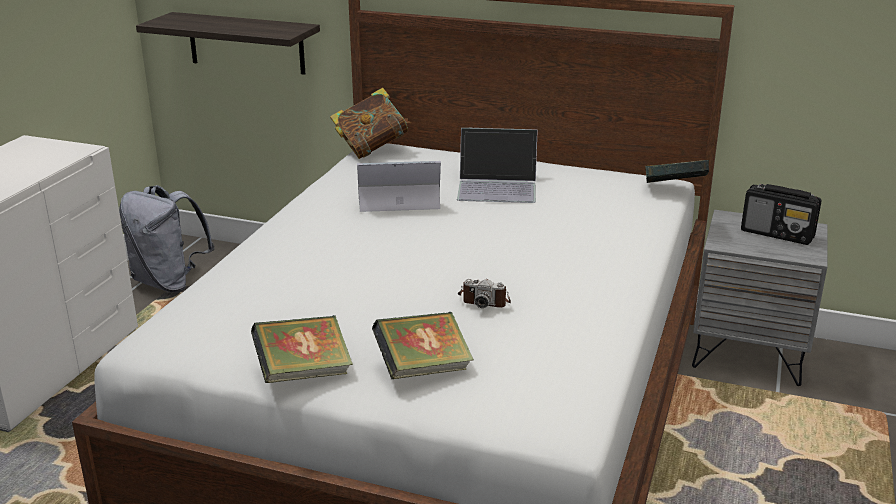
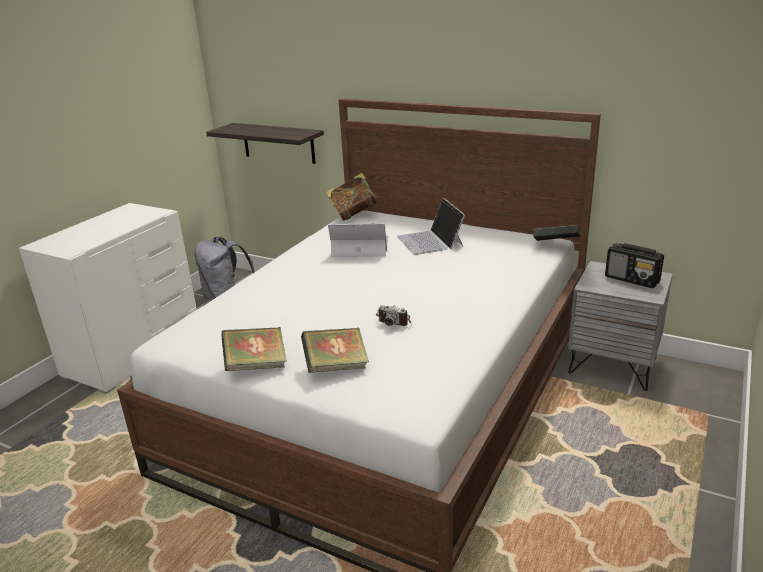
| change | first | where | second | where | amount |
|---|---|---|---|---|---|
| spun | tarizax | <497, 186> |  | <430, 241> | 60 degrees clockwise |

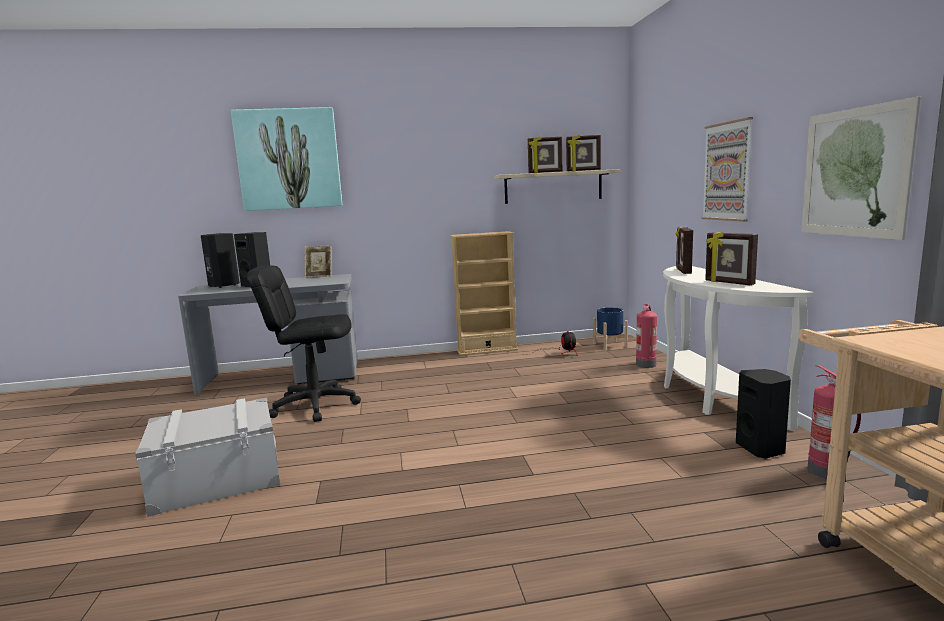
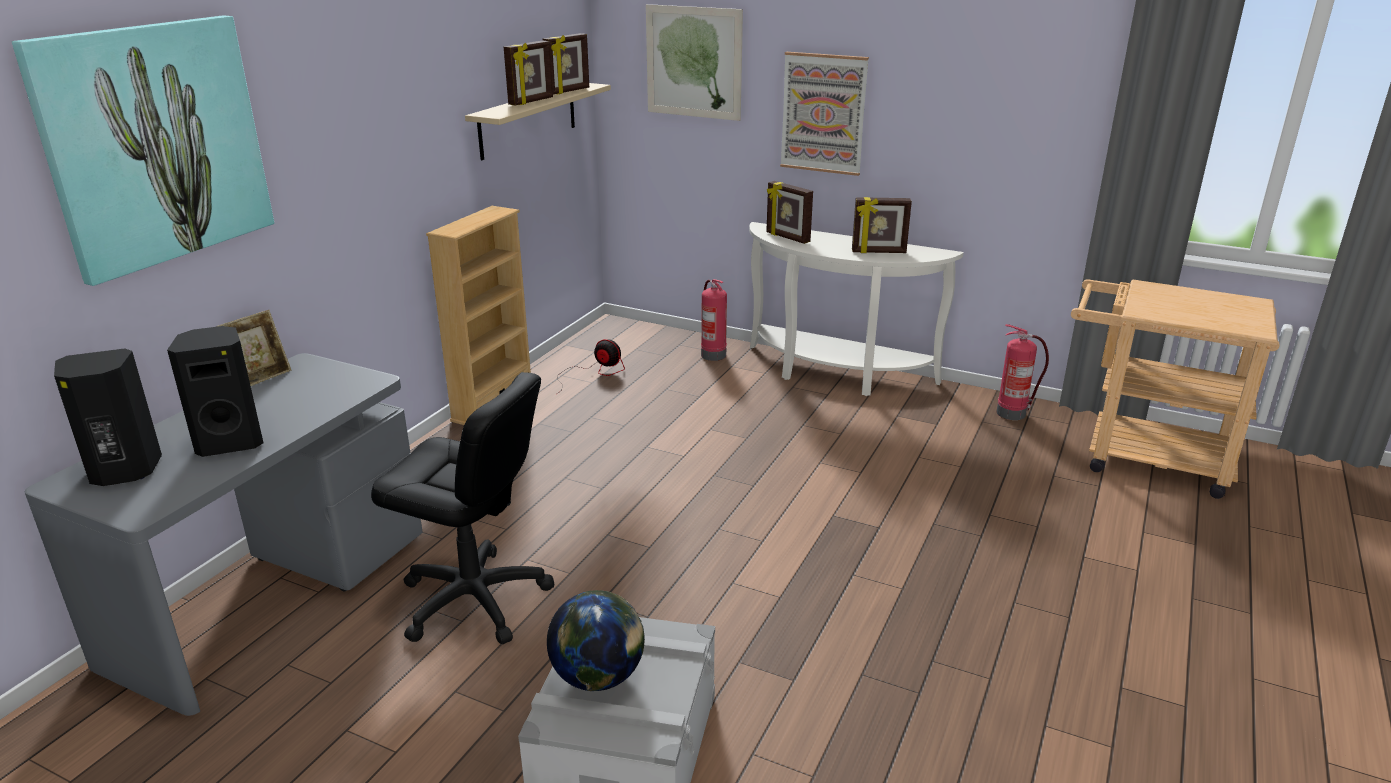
| change | first | where | second | where | amount |
|---|---|---|---|---|---|
| relocated | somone | <854, 173> |  | <693, 62> |  |
| spun | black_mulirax | <315, 405> |  | <474, 600> | 105 degrees counterclockwise |
| missing | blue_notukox | <610, 345> |  |  |  |
| missing | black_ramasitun | <761, 449> |  |  |  |
| appeared |  |  | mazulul | <598, 677> |  |

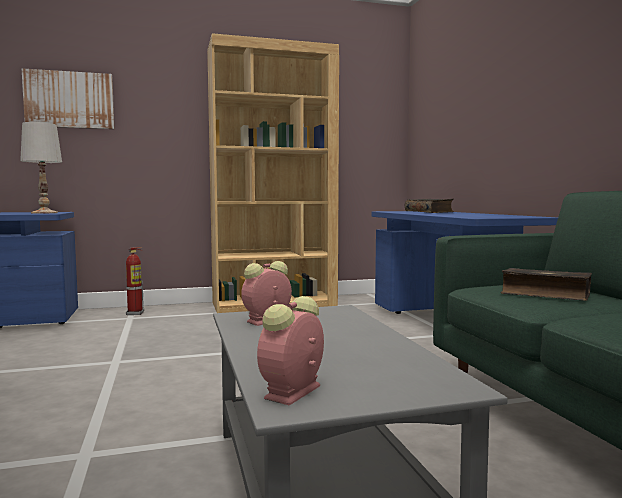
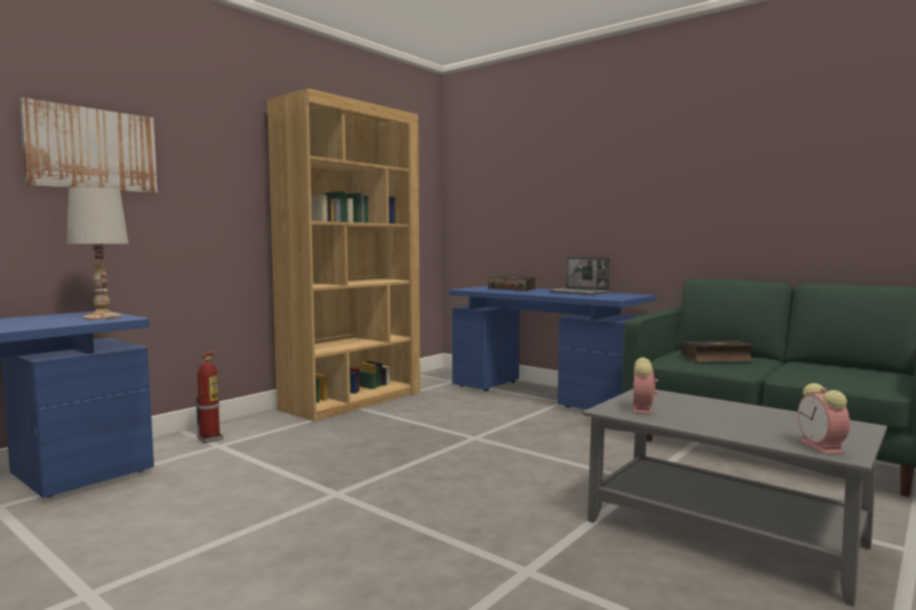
| change | first | where | second | where | amount |
|---|---|---|---|---|---|
| appeared |  |  | tarizax | <579, 292> |  |

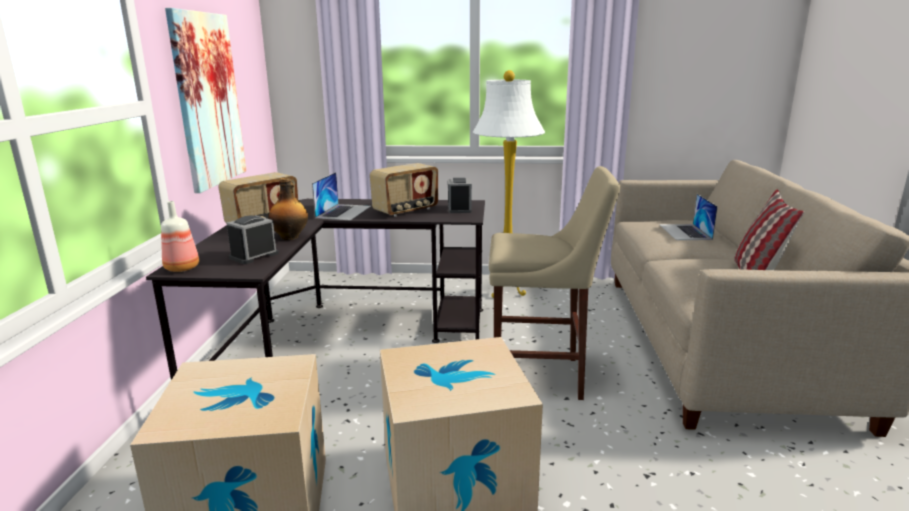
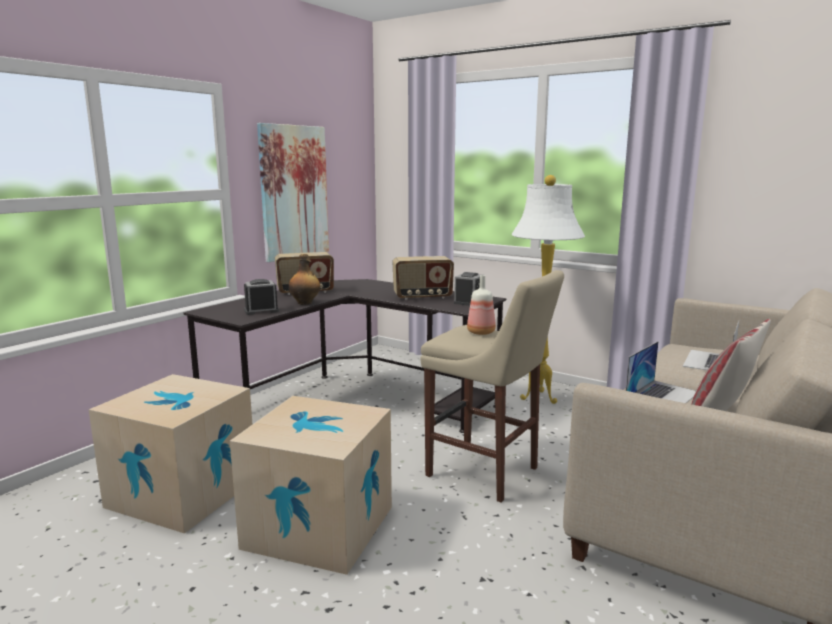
| change | first | where | second | where | amount |
|---|---|---|---|---|---|
| relocated | tarizax | <343, 212> |  | <662, 395> |  |
| relocated | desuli | <181, 268> |  | <480, 332> |  |

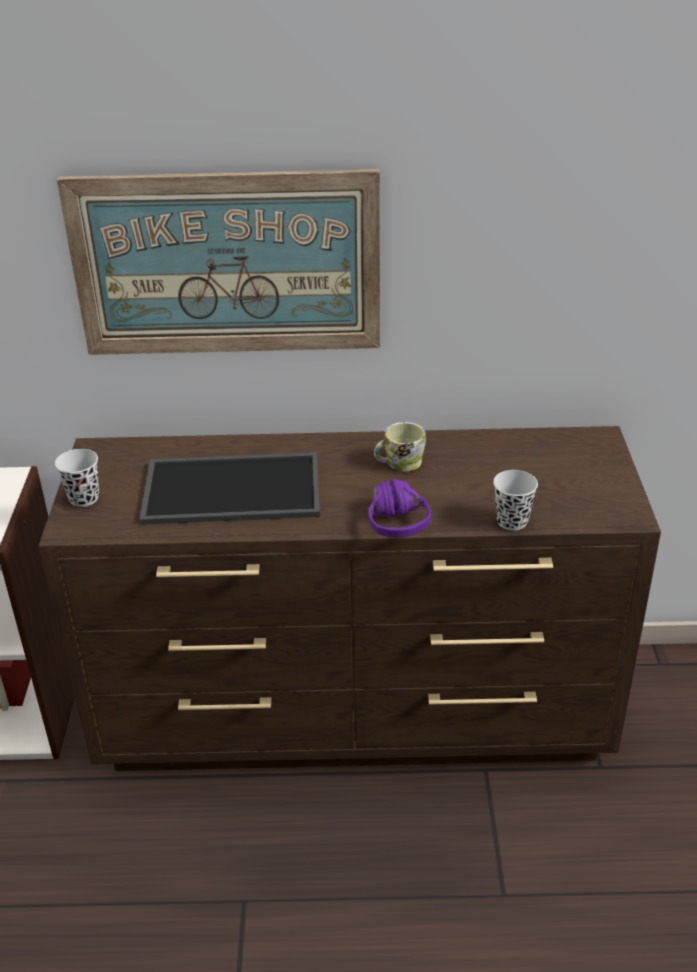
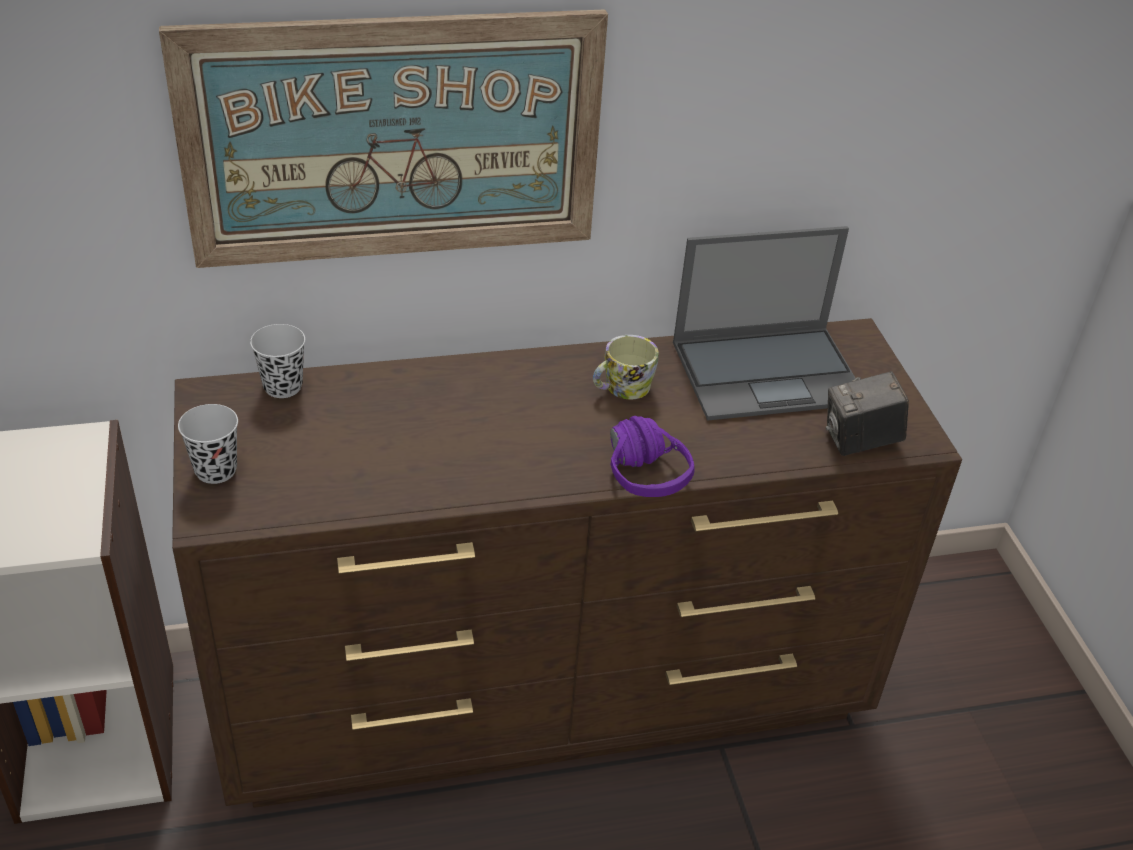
| change | first | where | second | where | amount |
|---|---|---|---|---|---|
| missing | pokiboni | <234, 487> |  |  |  |
| relocated | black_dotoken | <512, 521> |  | <283, 386> |  |
| appeared |  |  | tarizax | <769, 372> |  |
| appeared |  |  | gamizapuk | <859, 442> |  |

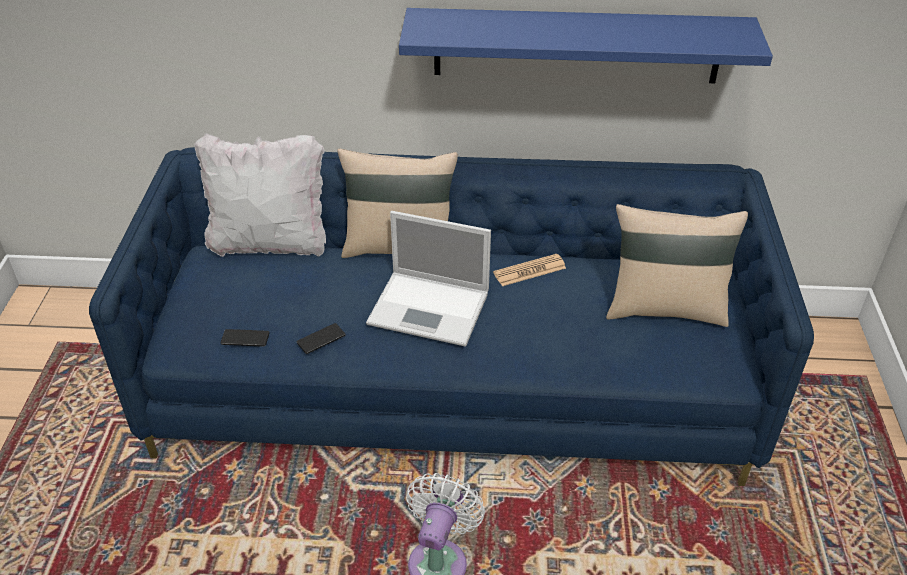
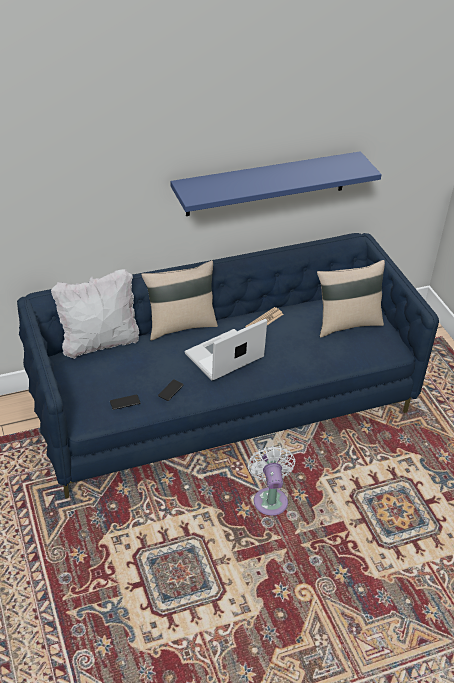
| change | first | where | second | where | amount |
|---|---|---|---|---|---|
| spun | tarizax | <431, 308> |  | <223, 356> | 150 degrees clockwise |

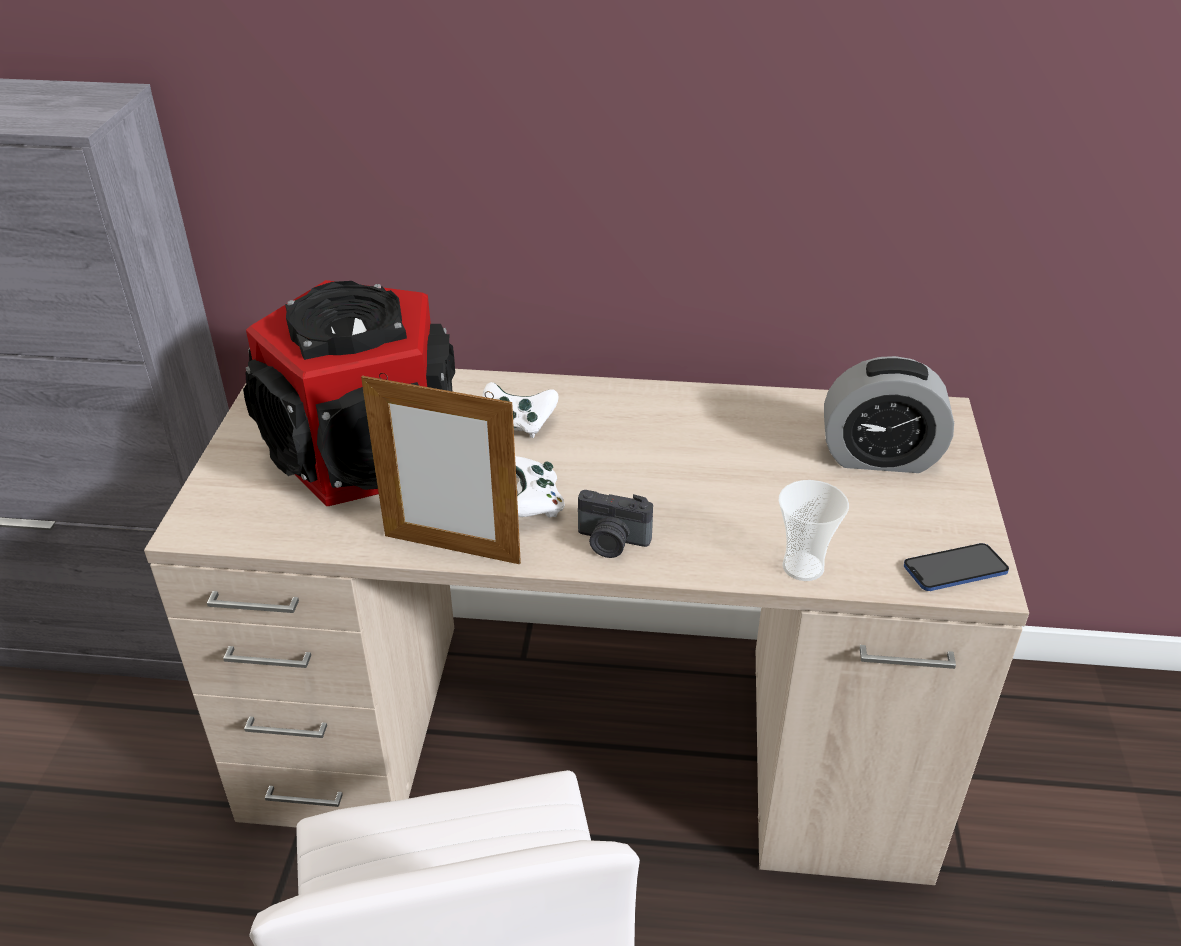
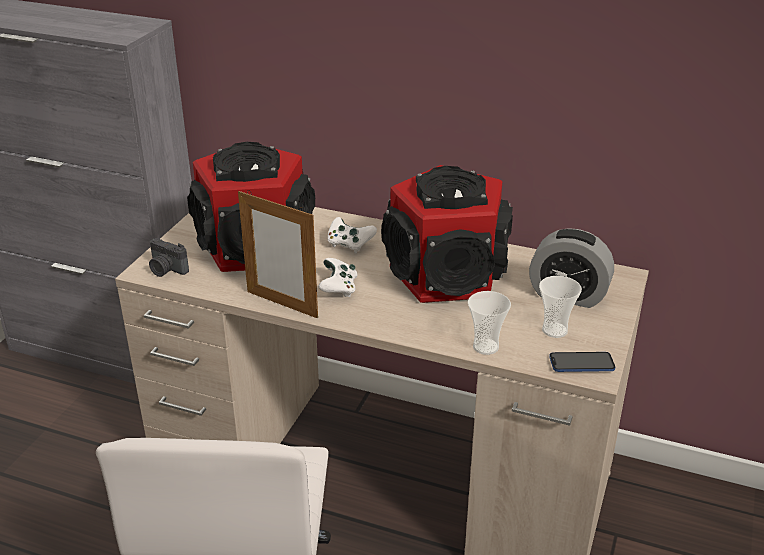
| change | first | where | second | where | amount |
|---|---|---|---|---|---|
| relocated | gamizapuk | <611, 542> |  | <166, 270> |  |
| appeared |  |  | ramasitun | <447, 274> |  |
| appeared |  |  | dotoken | <554, 330> |  |

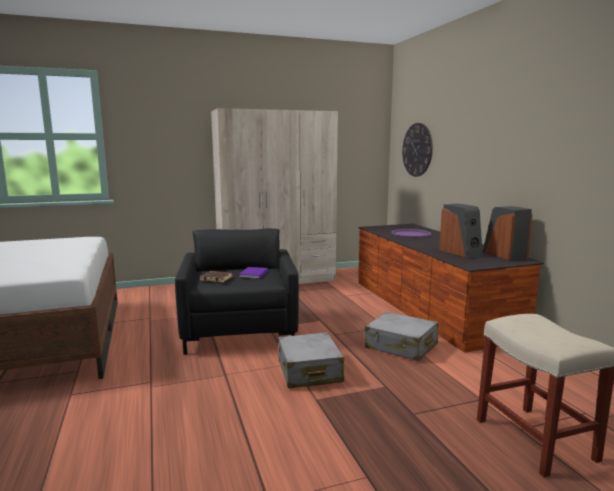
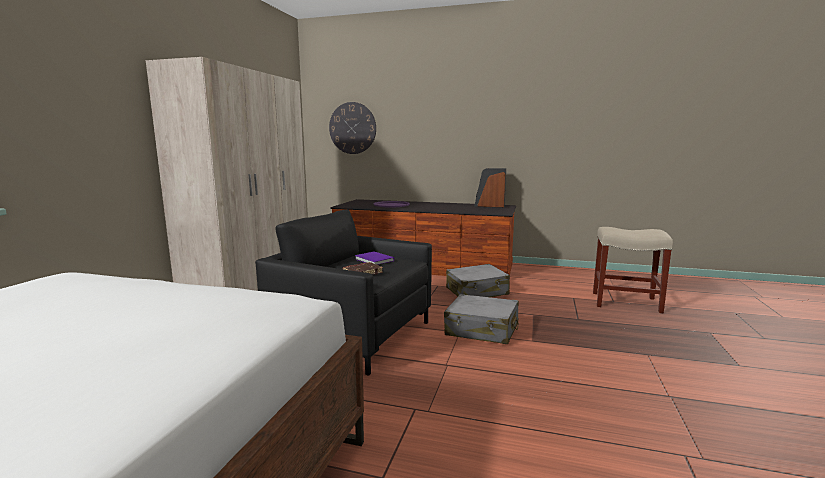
| change | first | where | second | where | amount |
|---|---|---|---|---|---|
| missing | ramasitun | <460, 253> |  |  |  |

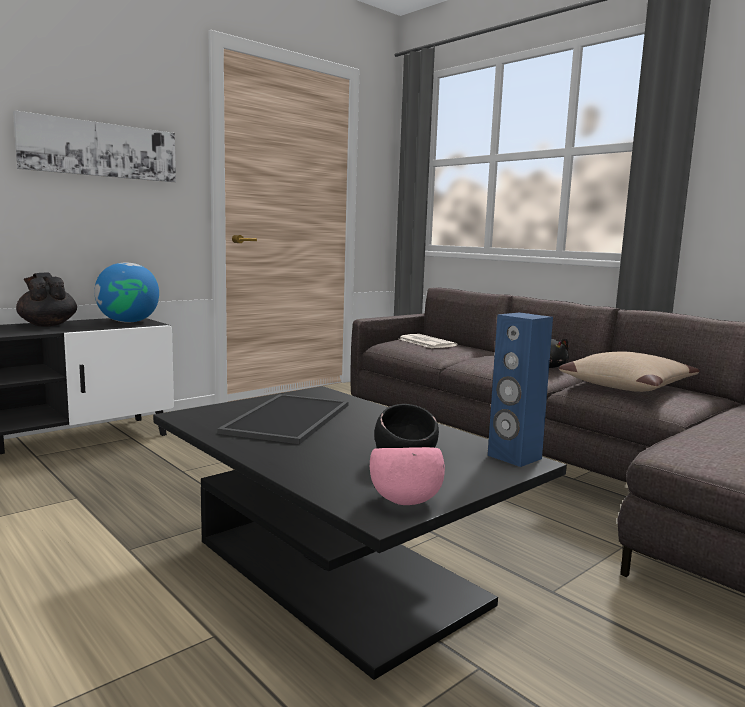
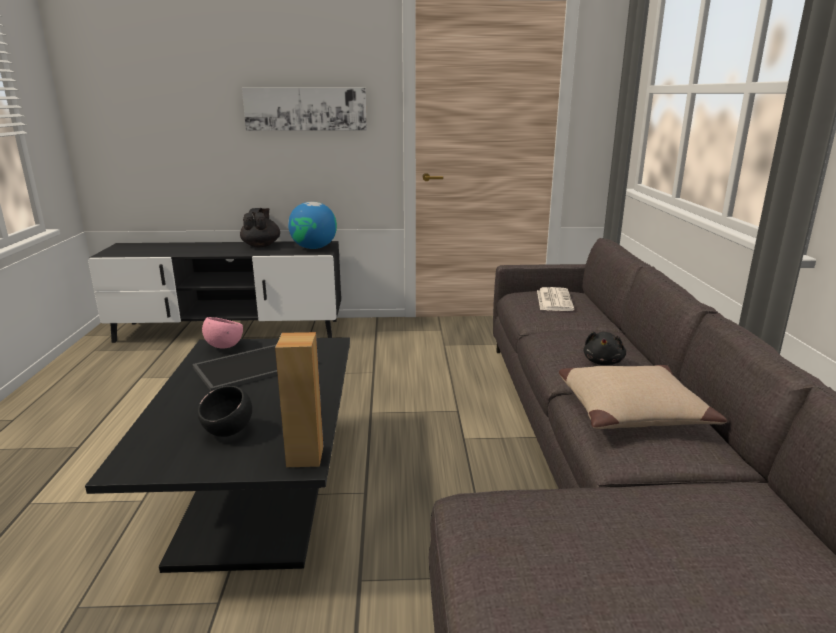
| change | first | where | second | where | amount |
|---|---|---|---|---|---|
| colour | blue_ramasitun | <514, 457> | brown_ramasitun | <304, 456> |  |
| relocated | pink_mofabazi | <405, 502> |  | <224, 347> |  |

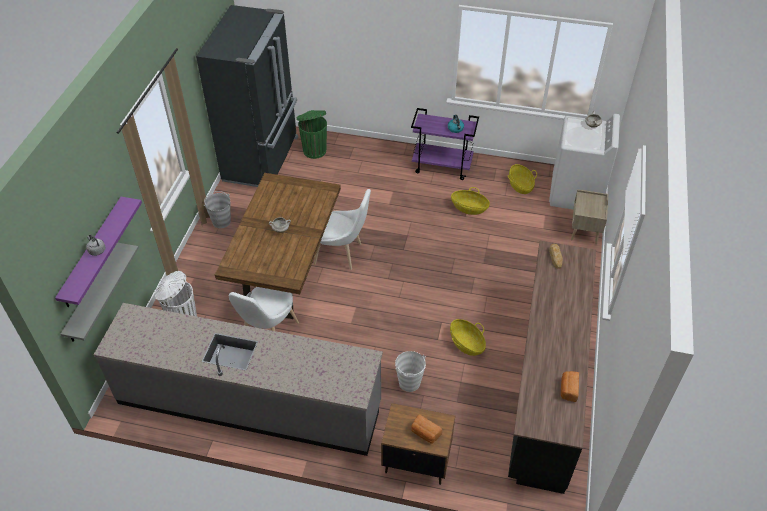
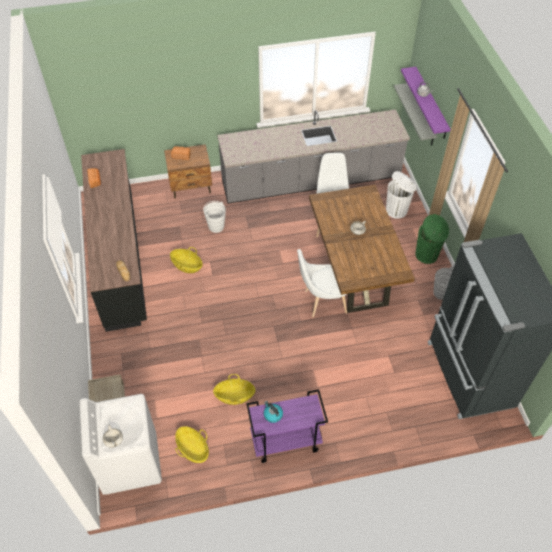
| change | first | where | second | where | amount |
|---|---|---|---|---|---|
| relocated | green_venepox | <314, 150> |  | <427, 255> |  |

